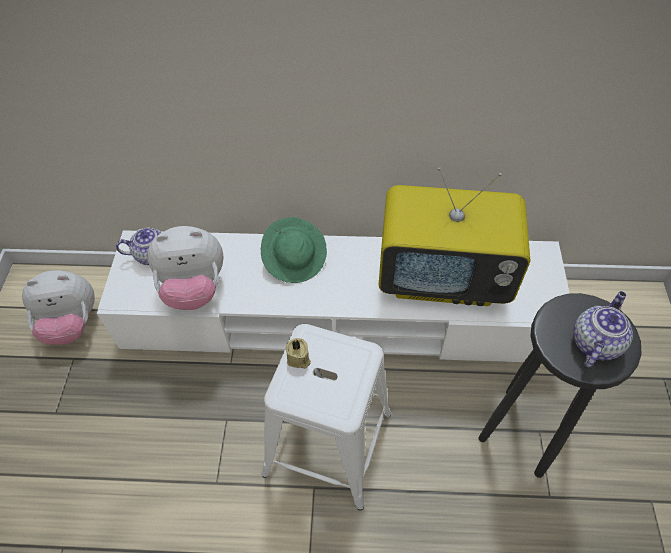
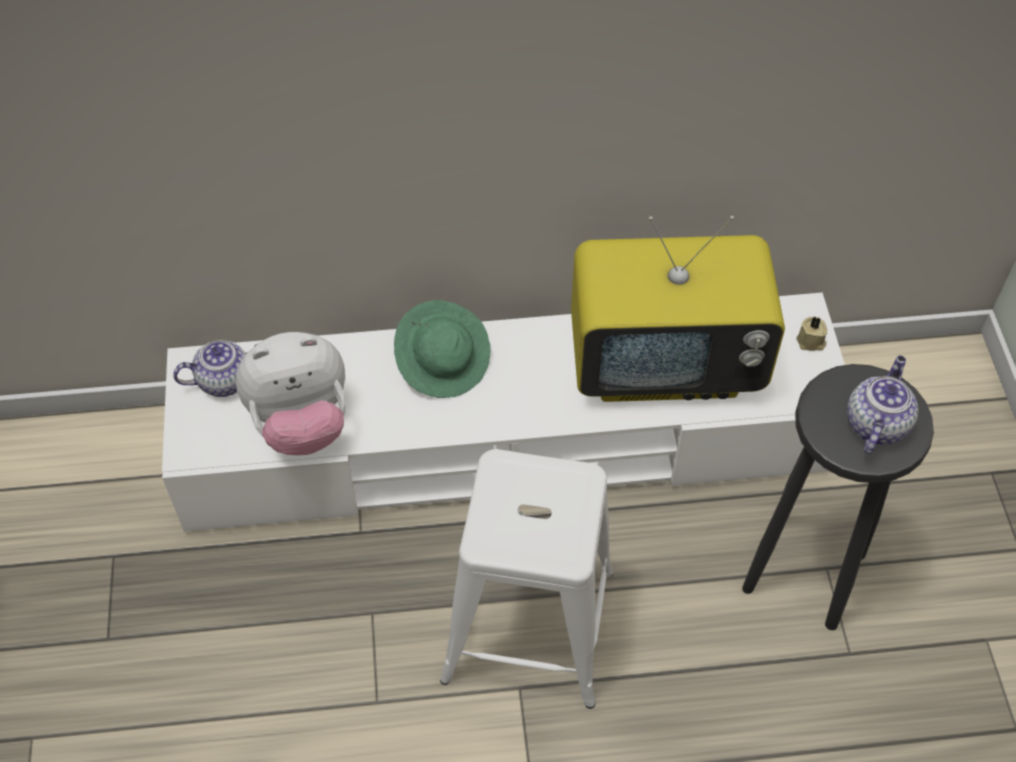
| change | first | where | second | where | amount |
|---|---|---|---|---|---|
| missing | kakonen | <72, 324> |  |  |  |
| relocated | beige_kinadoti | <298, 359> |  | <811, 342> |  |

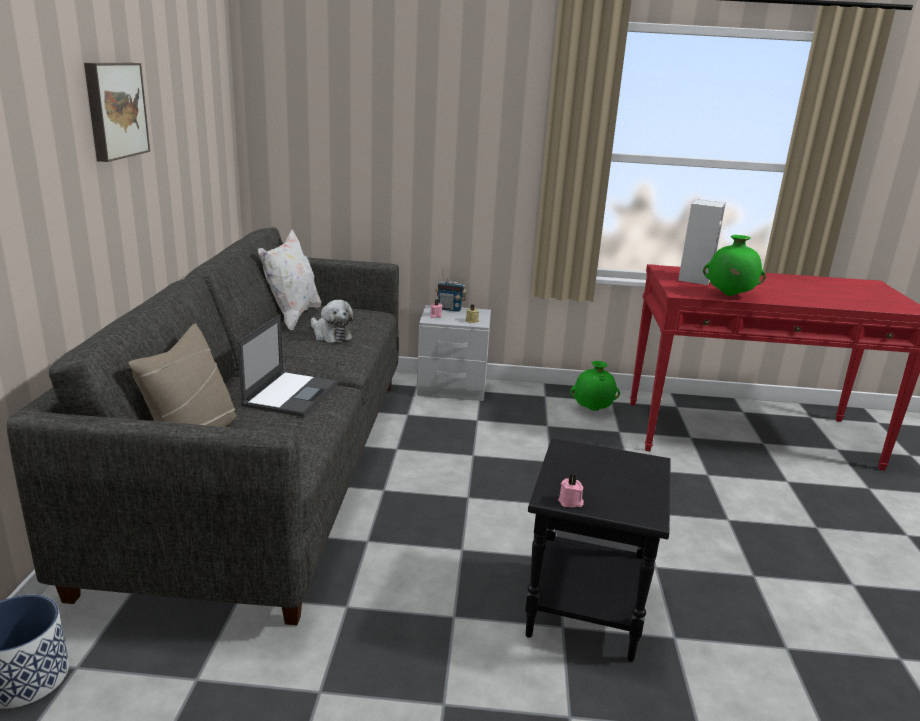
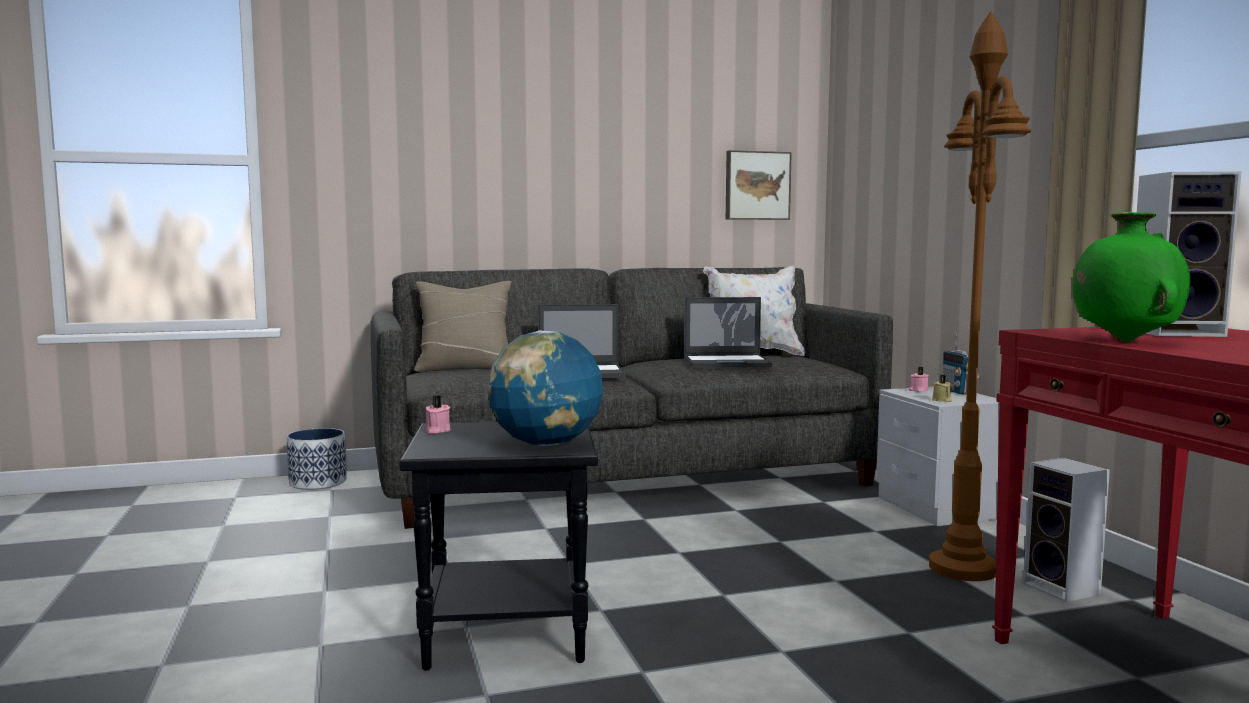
| change | first | where | second | where | amount |
|---|---|---|---|---|---|
| relocated | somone | <114, 110> |  | <756, 185> |  |
| exchanged | kakonen | <330, 335> | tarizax | <728, 362> |  |
| exchanged | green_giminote | <593, 410> | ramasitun | <1064, 589> |  |
| appeared |  |  | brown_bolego | <962, 568> |  |
| appeared |  |  | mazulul | <546, 444> |  |

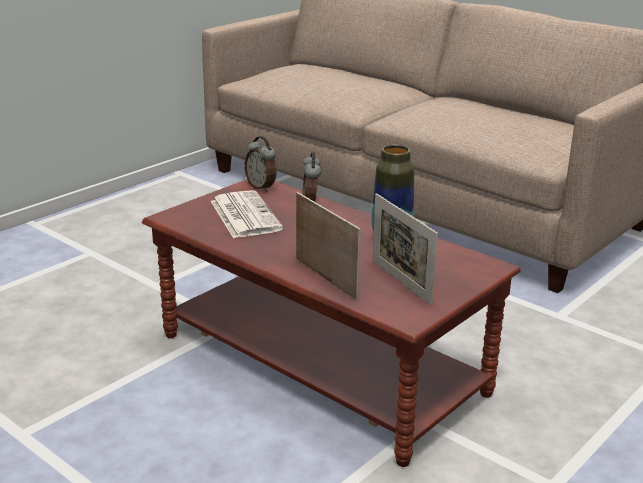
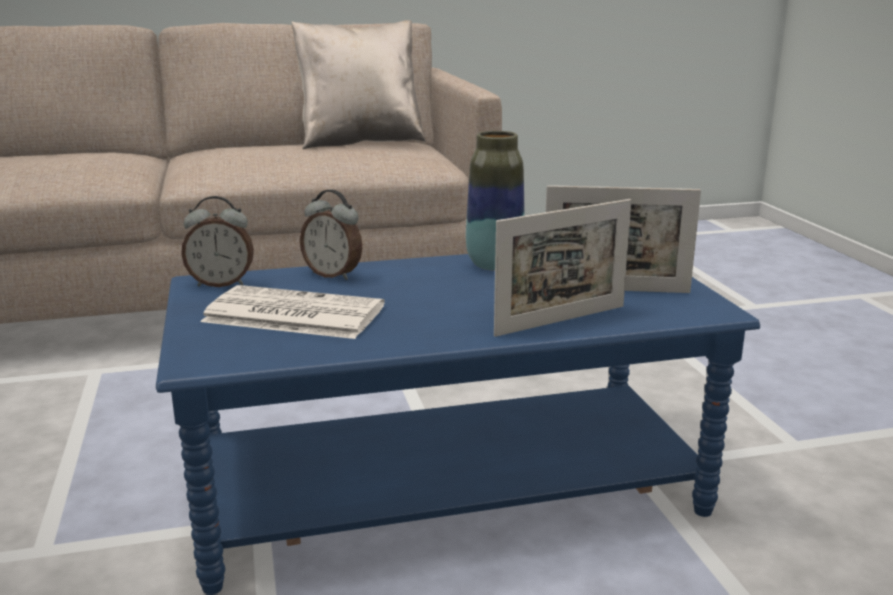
| change | first | where | second | where | amount |
|---|---|---|---|---|---|
| colour | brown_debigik | <321, 364> | blue_debigik | <448, 488> |  |
| spun | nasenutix | <325, 279> |  | <561, 320> | 150 degrees clockwise |
| appeared |  |  | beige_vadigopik | <360, 141> |  |

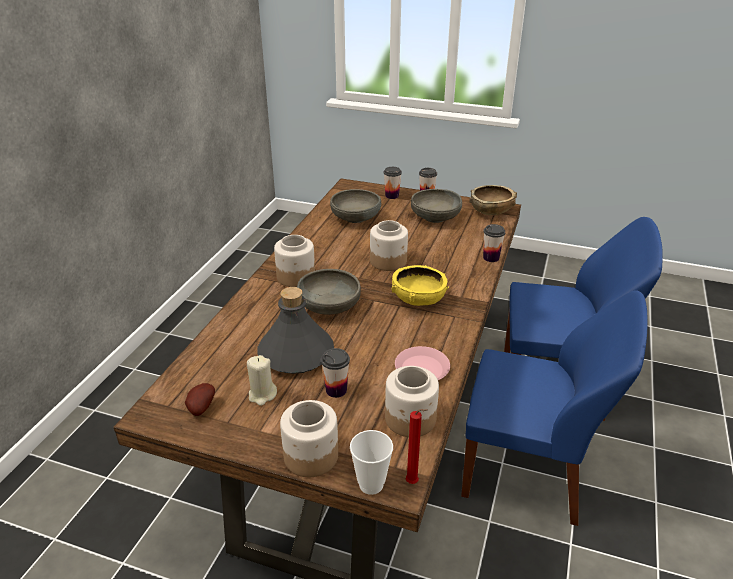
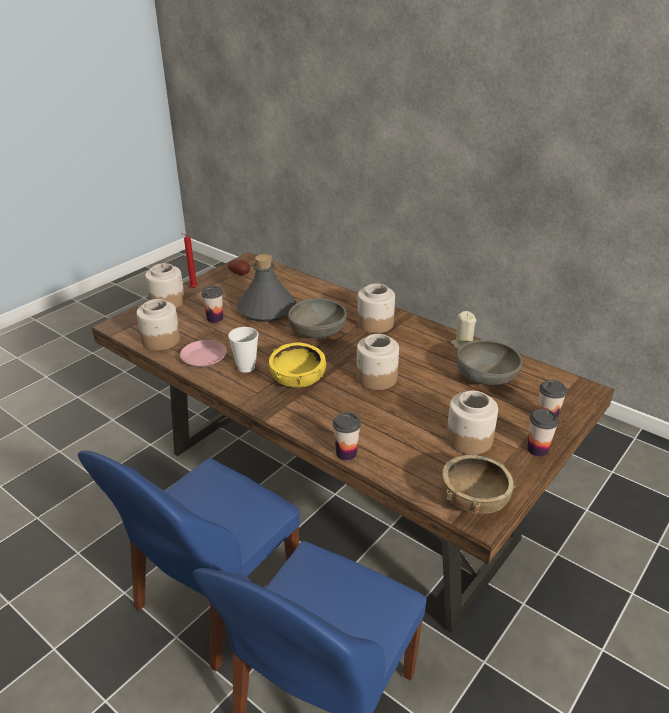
| change | first | where | second | where | amount |
|---|---|---|---|---|---|
| exchanged | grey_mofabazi | <435, 218> | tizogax | <468, 439> |  |
| relocated | beige_kinadoti | <262, 395> |  | <463, 345> |  |
| relocated | red_kinadoti | <414, 483> |  | <192, 288> |  |
| relocated | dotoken | <371, 484> |  | <246, 367> |  |

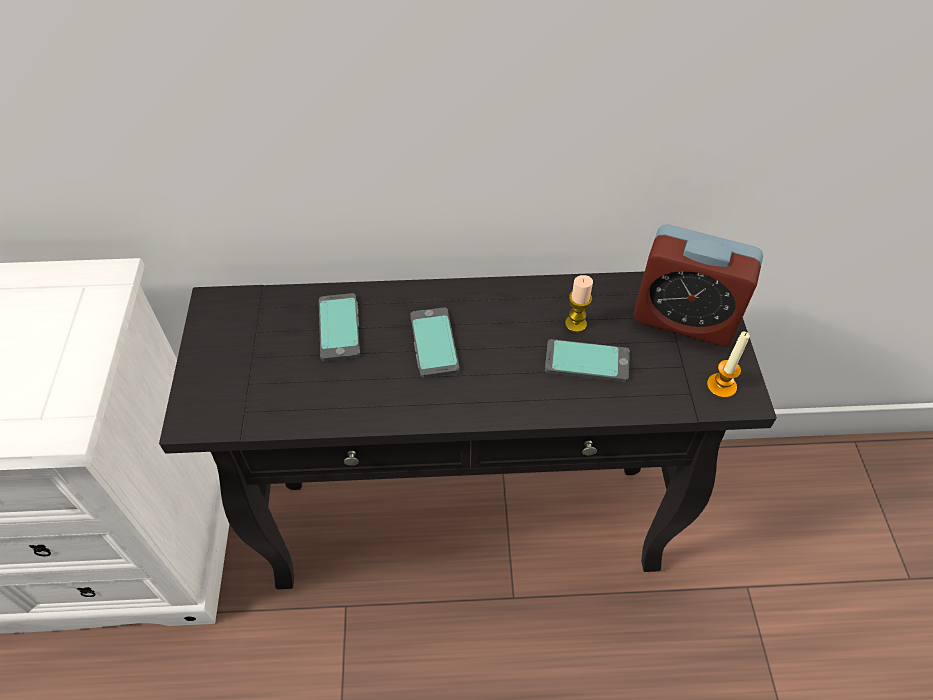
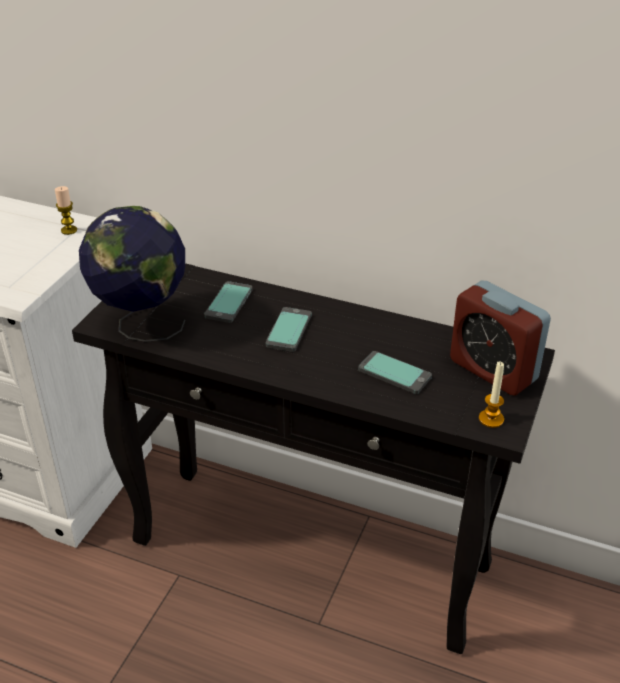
| change | first | where | second | where | amount |
|---|---|---|---|---|---|
| relocated | kinadoti | <575, 324> |  | <69, 230> |  |
| appeared |  |  | mazulul | <141, 323> |  |

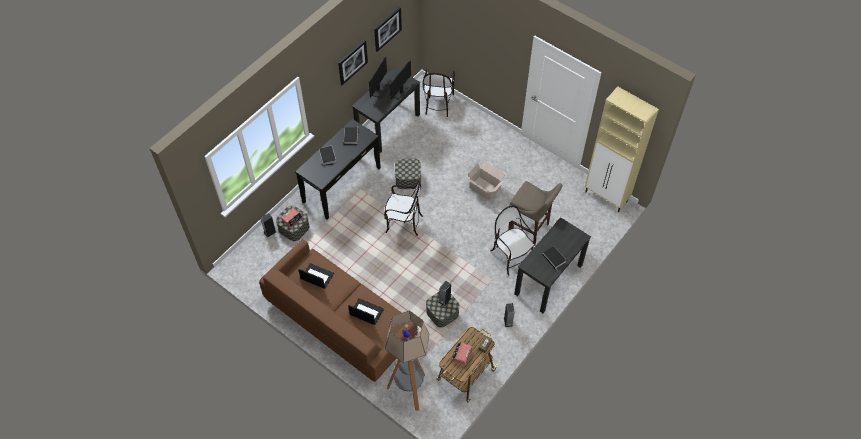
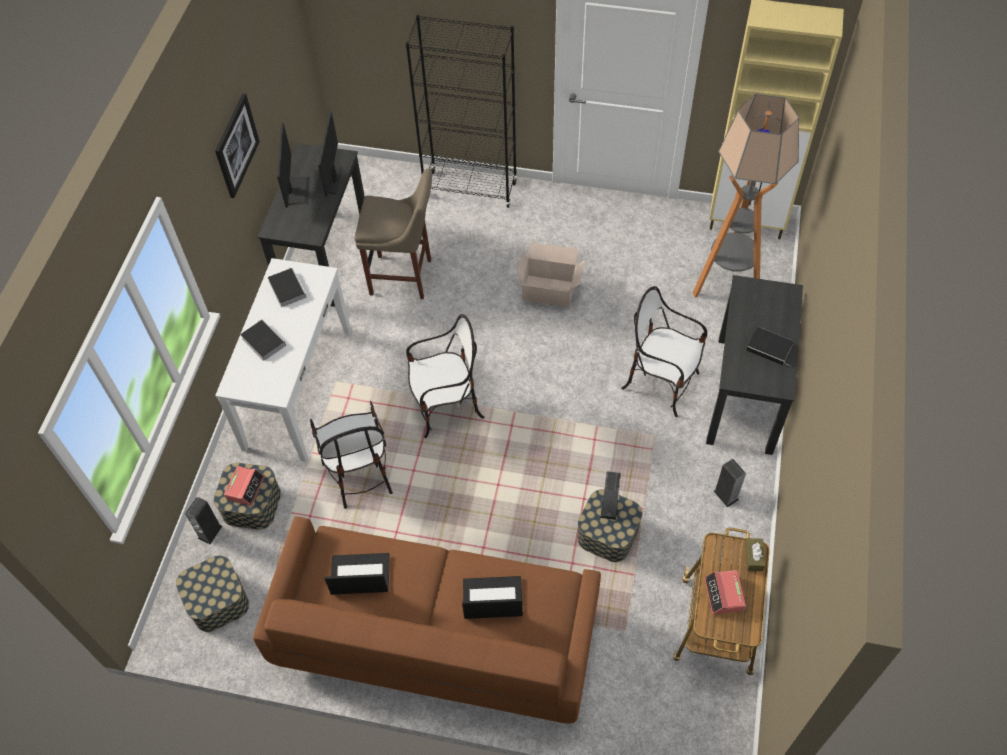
| change | first | where | second | where | amount |
|---|---|---|---|---|---|
| missing | somone | <387, 29> |  |  |  |
| relocated | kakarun | <438, 103> |  | <358, 472> |  |
| colour | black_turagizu | <341, 184> | white_turagizu | <297, 388> |  |
| relocated | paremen | <408, 178> |  | <217, 600> |  |
| relocated | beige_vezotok | <530, 228> |  | <404, 277> |  |
| relocated | bolego | <409, 390> |  | <727, 285> |  |
| appeared |  |  | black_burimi | <470, 189> |  |

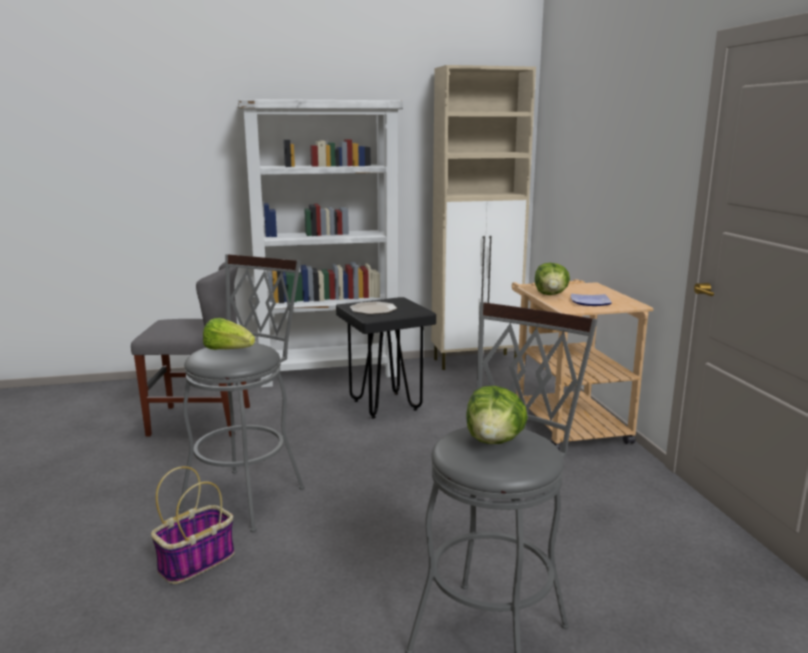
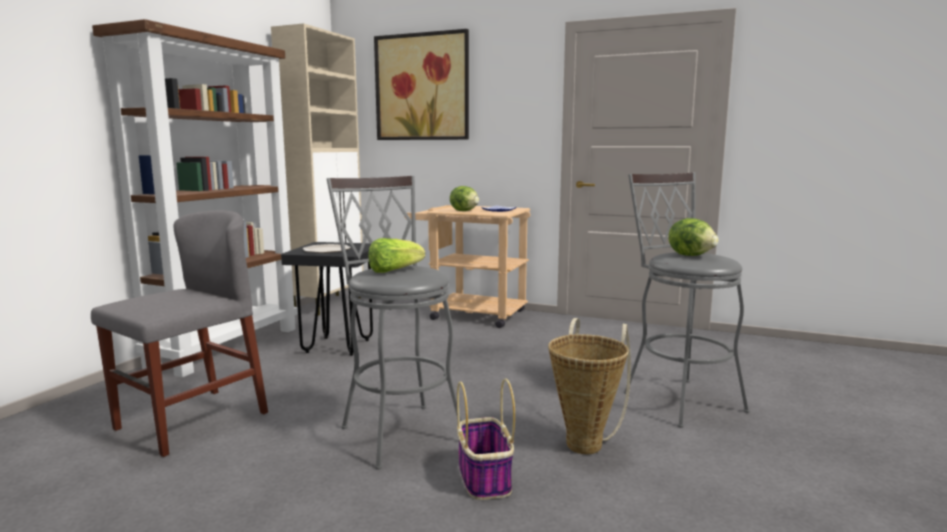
| change | first | where | second | where | amount |
|---|---|---|---|---|---|
| colour | white_burimi | <329, 373> | brown_burimi | <226, 346> |  |
| appeared |  |  | somone | <422, 87> |  |
| appeared |  |  | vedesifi | <586, 442> |  |

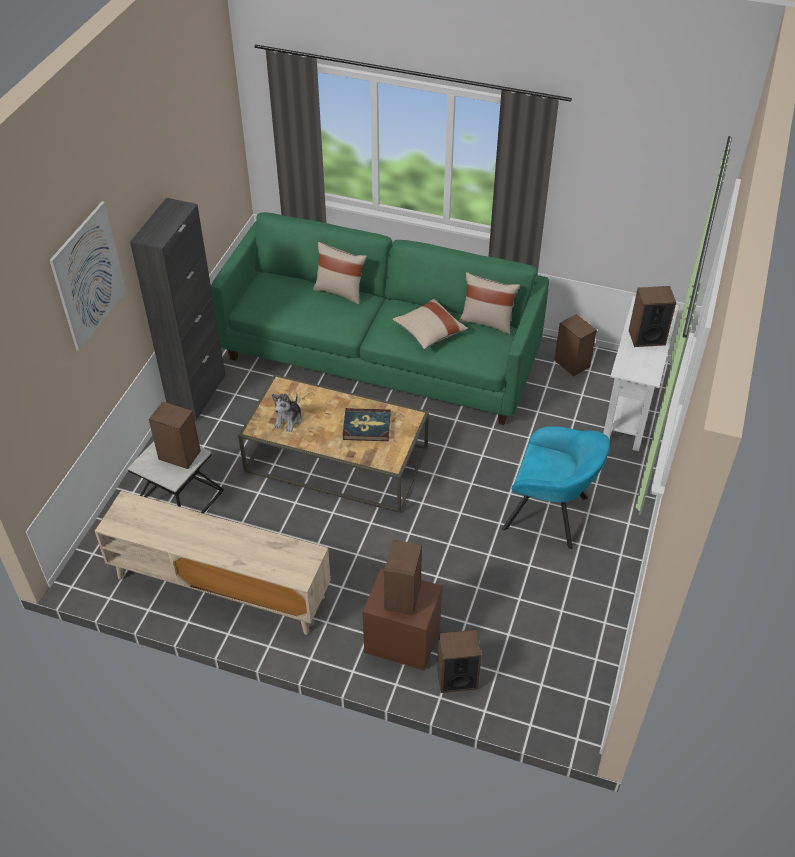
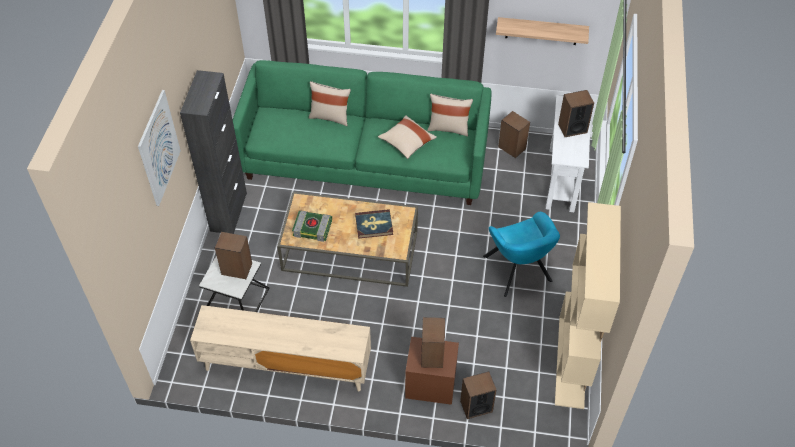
| change | first | where | second | where | amount |
|---|---|---|---|---|---|
| exchanged | kakonen | <289, 420> | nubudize | <313, 228> |  |
| spun | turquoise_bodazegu | <550, 514> |  | <519, 271> | 60 degrees clockwise |
| appeared |  |  | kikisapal | <541, 31> |  |
| appeared |  |  | beige_burimi | <572, 362> |  |

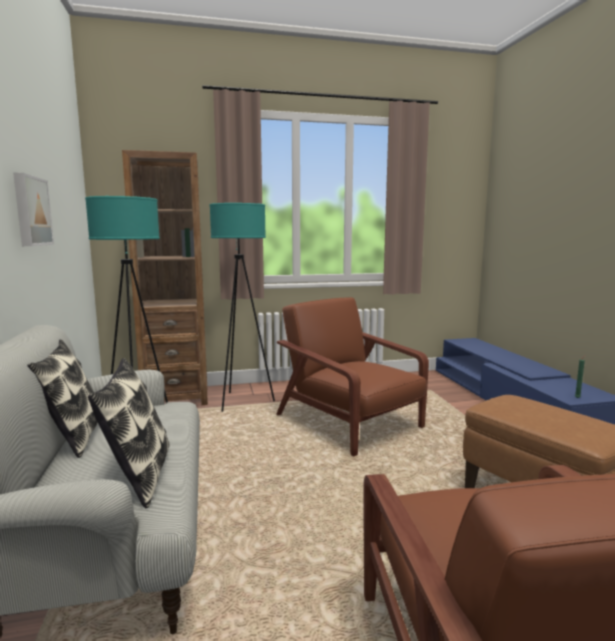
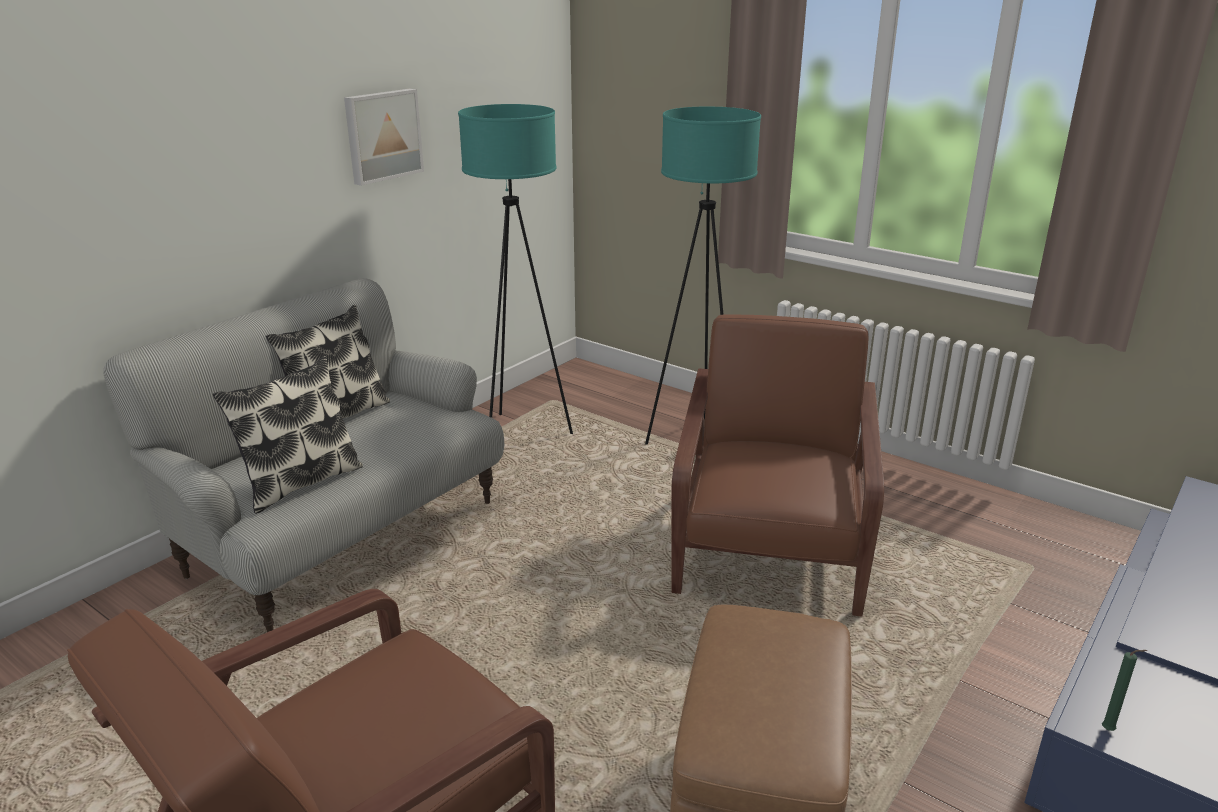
| change | first | where | second | where | amount |
|---|---|---|---|---|---|
| missing | brown_burimi | <176, 398> |  |  |  |

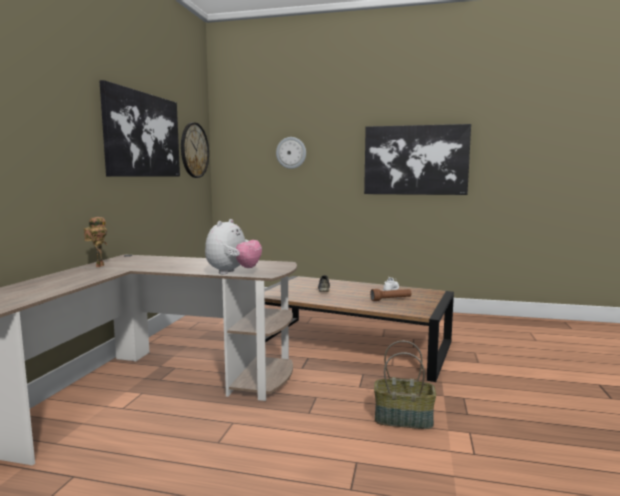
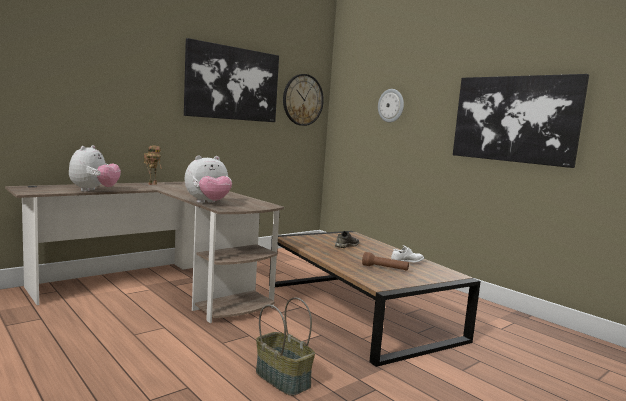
| change | first | where | second | where | amount |
|---|---|---|---|---|---|
| appeared |  |  | kakonen | <94, 190> |  |

